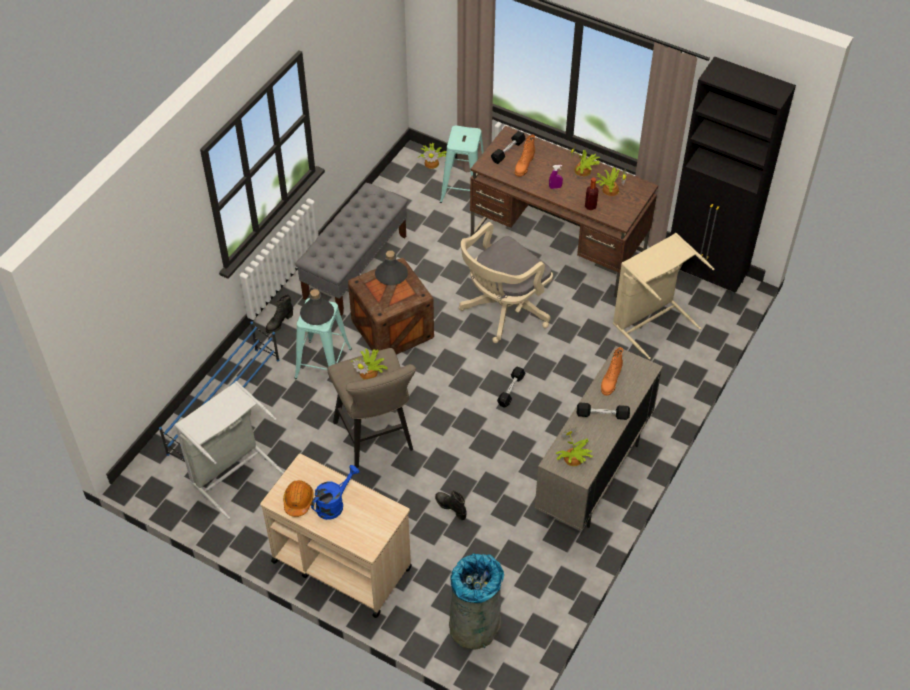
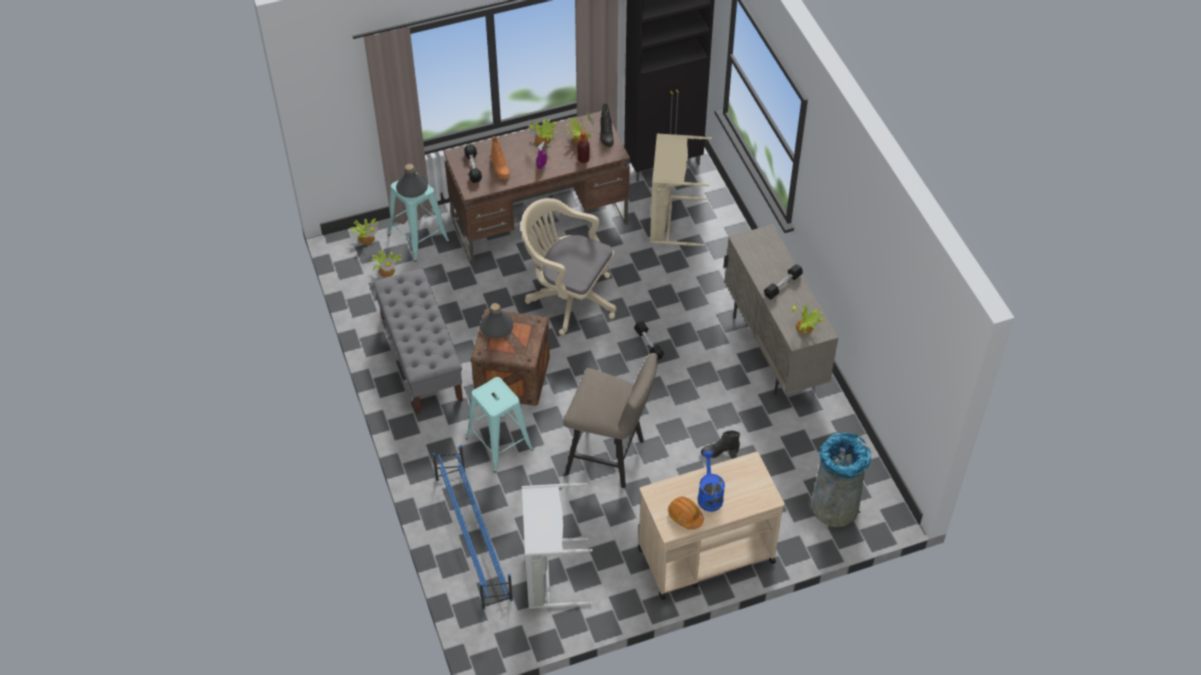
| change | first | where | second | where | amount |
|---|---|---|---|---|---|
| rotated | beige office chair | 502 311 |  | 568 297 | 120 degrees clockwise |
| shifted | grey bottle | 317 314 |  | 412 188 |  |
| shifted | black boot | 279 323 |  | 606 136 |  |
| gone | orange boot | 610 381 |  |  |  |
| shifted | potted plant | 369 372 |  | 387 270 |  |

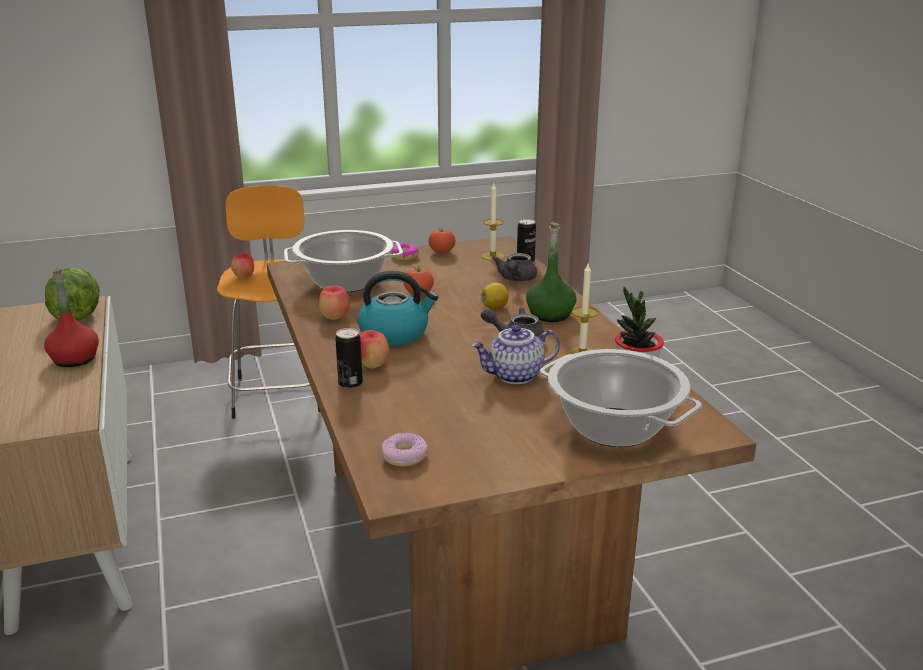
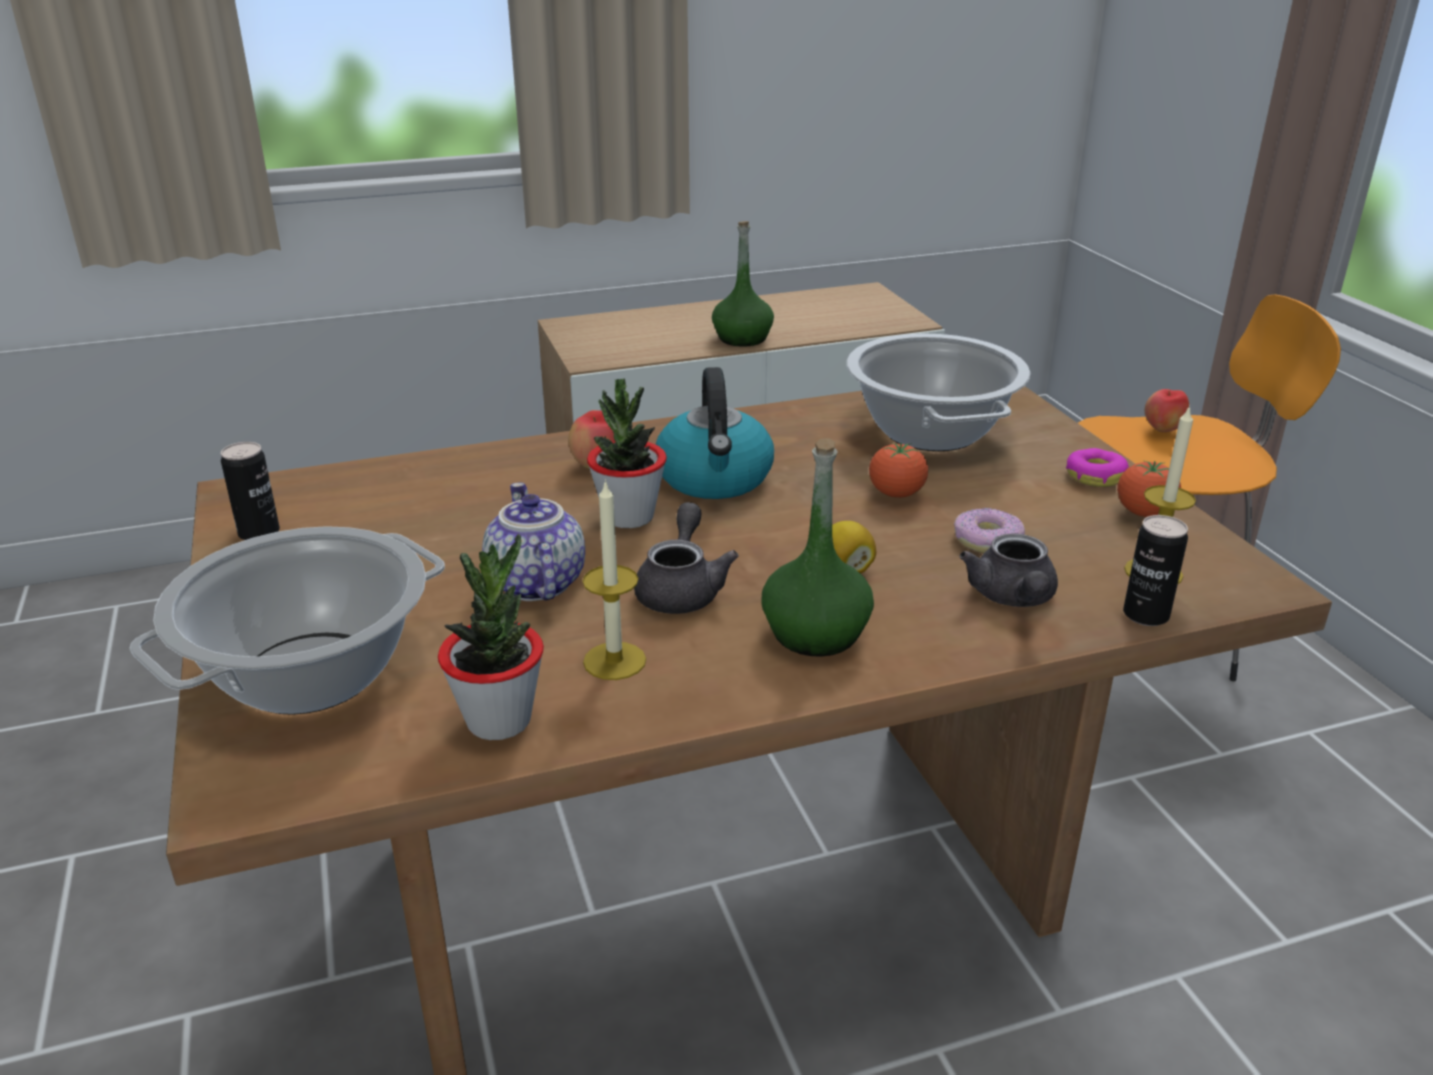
| change | first | where | second | where | amount |
|---|---|---|---|---|---|
| rotated | grey teapot | 516 279 |  | 1013 598 | 105 degrees counterclockwise |
| repainted | red bottle | 74 359 | green bottle | 742 338 |  |
| gone | lettuce | 77 316 |  |  |  |
| gone | apple | 335 318 |  |  |  |
| shifted | can | 350 383 |  | 259 533 |  |
| shifted | donut | 405 456 |  | 987 541 |  |
| new |  |  | potted plant | 629 517 |  |

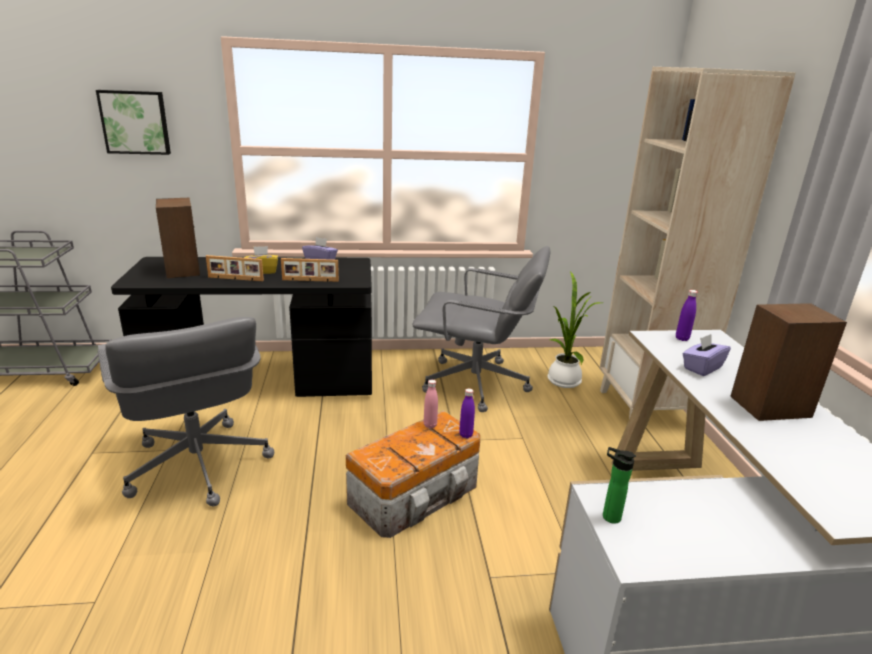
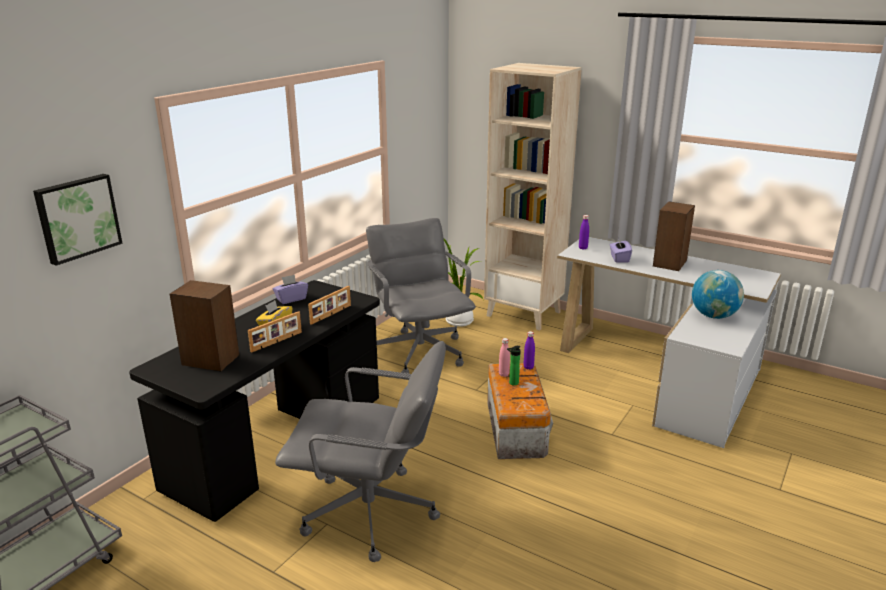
| change | first | where | second | where | amount |
|---|---|---|---|---|---|
| rotated | grey office chair | 476 384 |  | 420 352 | 75 degrees counterclockwise |
| shifted | bottle | 608 516 |  | 512 383 |  |
| new |  |  | globe | 713 316 |  |

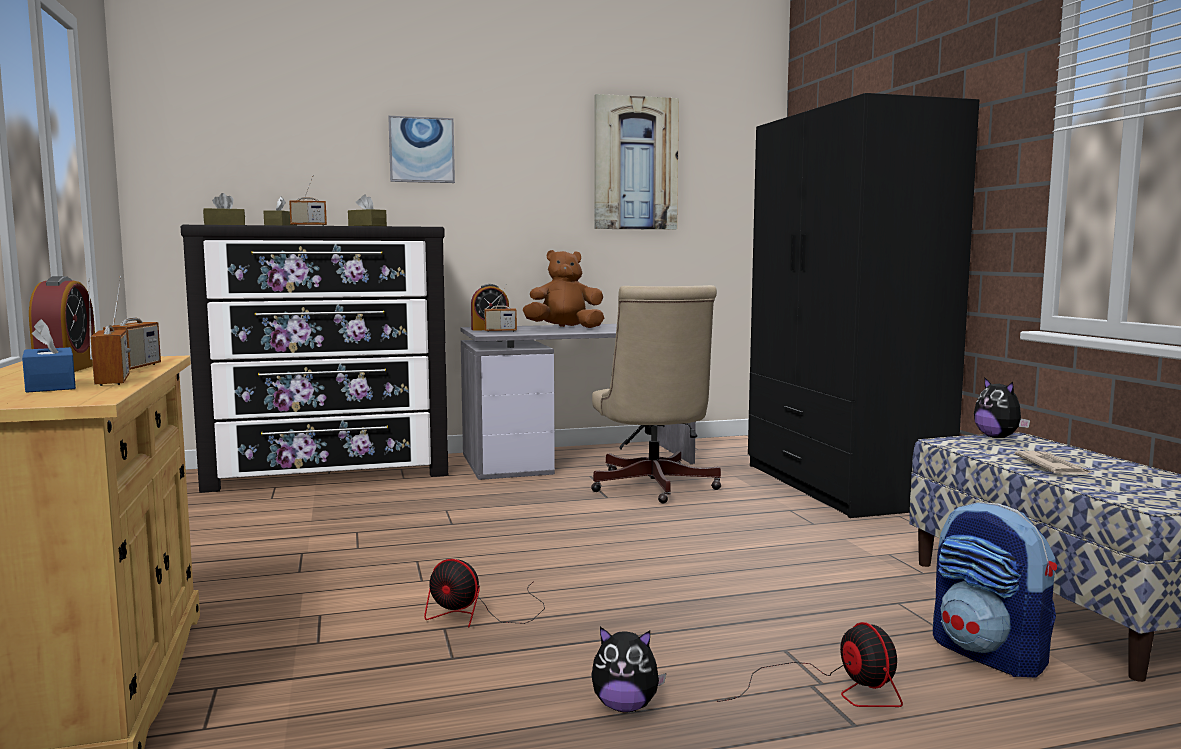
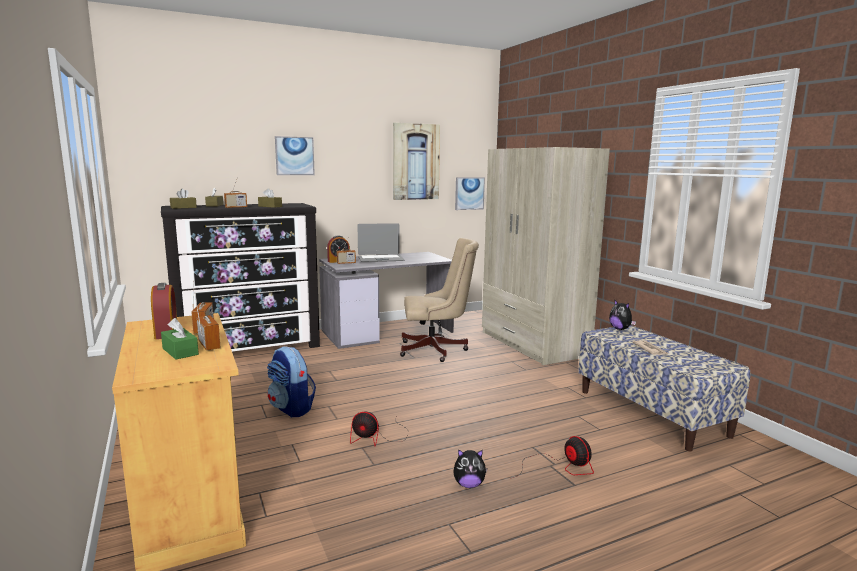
| change | first | where | second | where | amount |
|---|---|---|---|---|---|
| repainted | black wardrobe | 841 485 | beige wardrobe | 533 344 |  |
| swapped | brown plush toy | 565 328 | laptop | 380 259 |  |
| rotated | beige office chair | 653 488 |  | 437 350 | 75 degrees counterclockwise |
| repainted | blue tissue box | 50 385 | green tissue box | 180 351 |  |
| shifted | backpack | 990 655 |  | 291 408 |  |
| new |  |  | picture | 469 193 |  |

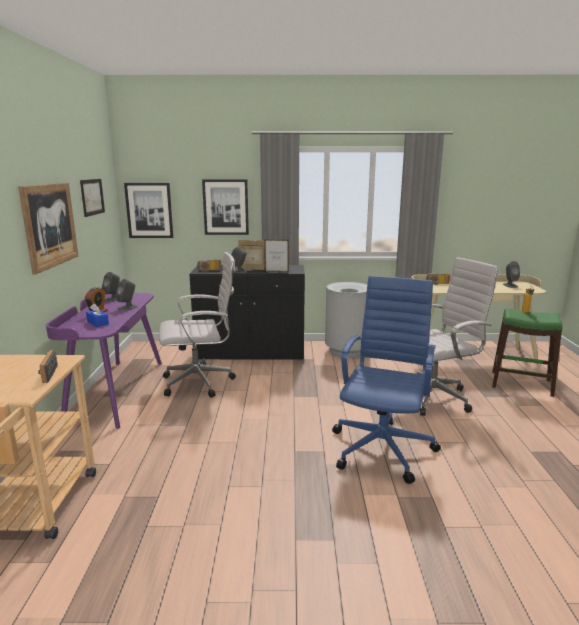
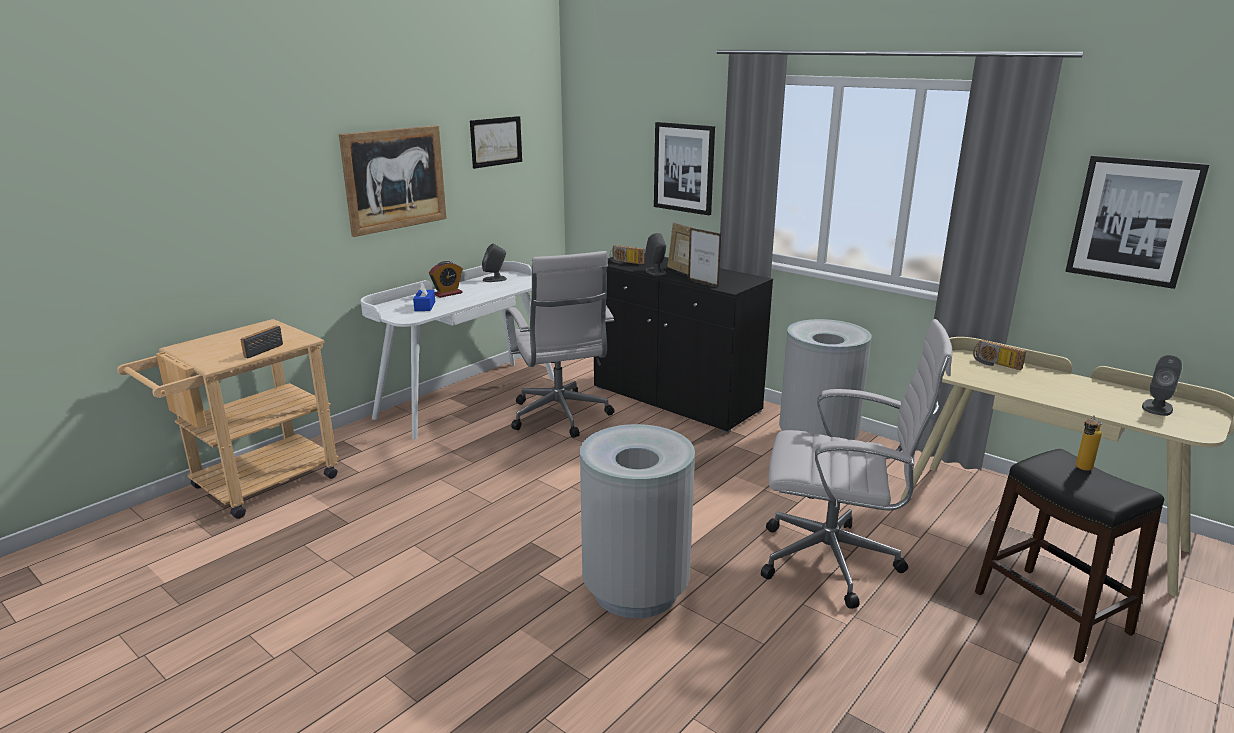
| change | first | where | second | where | amount |
|---|---|---|---|---|---|
| shifted | picture | 149 210 |  | 1133 220 |  |
| rotated | white office chair | 201 382 |  | 560 418 | 45 degrees clockwise |
| swapped | blue office chair | 383 447 | grey trash can | 636 590 |  |
| gone | grey speaker | 127 307 |  |  |  |
| repainted | purple desk | 116 391 | white desk | 467 397 |  |
| repainted | green stool | 521 384 | black stool | 1051 613 |  |

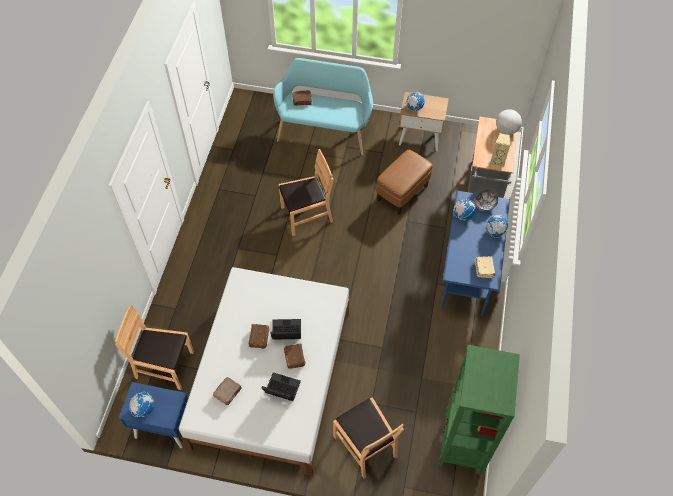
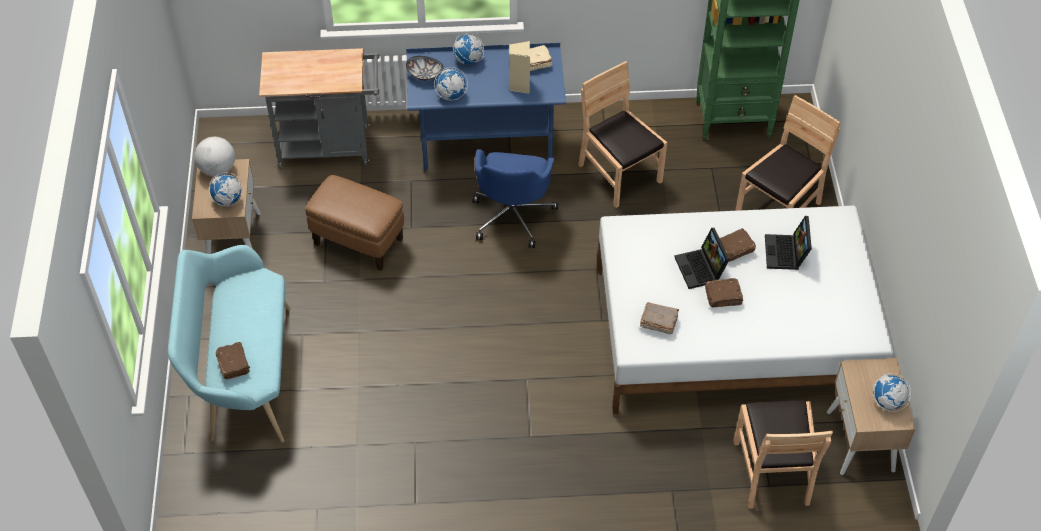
| change | first | where | second | where | amount |
|---|---|---|---|---|---|
| shifted | globe | 506 130 |  | 218 169 |  |
| shifted | beige speaker | 497 161 |  | 519 85 |  |
| shifted | brown chair | 306 215 |  | 619 174 |  |
| shifted | brown book | 228 392 |  | 658 322 |  |
| repainted | blue nightstand | 163 426 | beige nightstand | 861 441 |  |
| new |  |  | blue office chair | 513 215 |  |

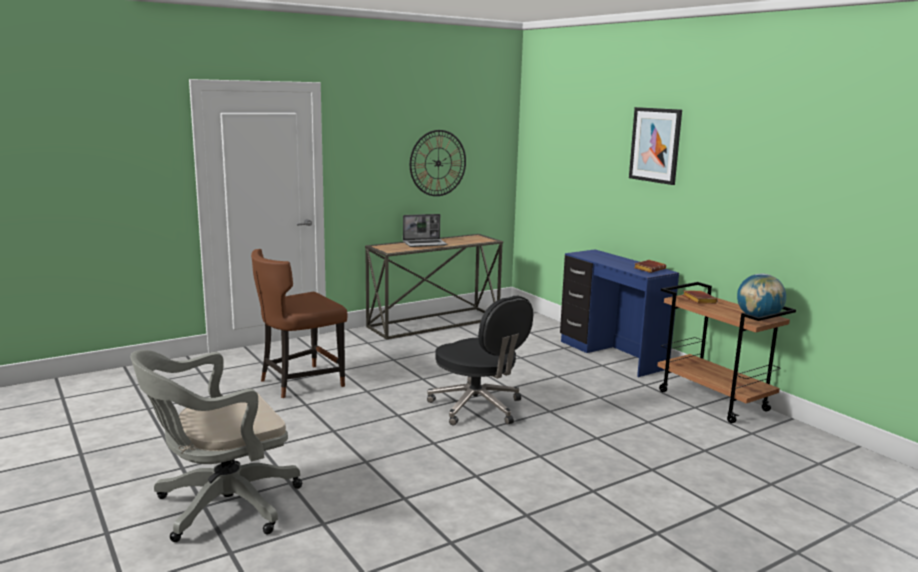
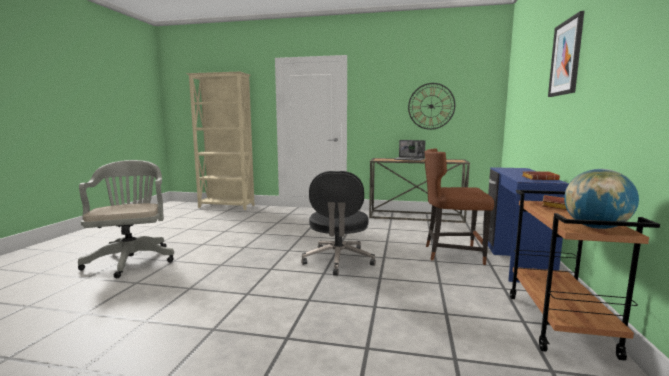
| change | first | where | second | where | amount |
|---|---|---|---|---|---|
| shifted | brown chair | 299 382 |  | 452 254 |  |
| rotated | grey office chair | 220 506 |  | 132 259 | 60 degrees clockwise |
| new |  |  | beige bookcase | 226 206 |  |

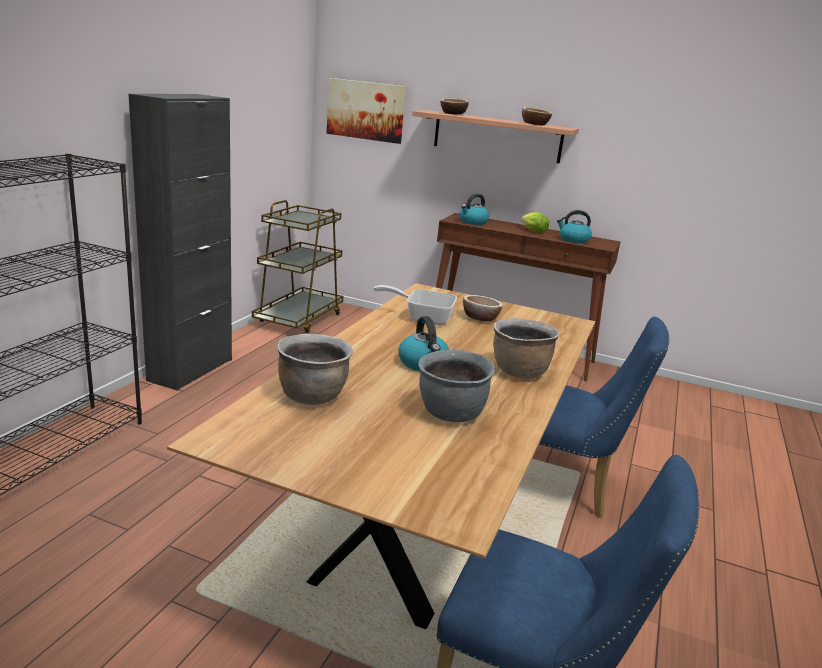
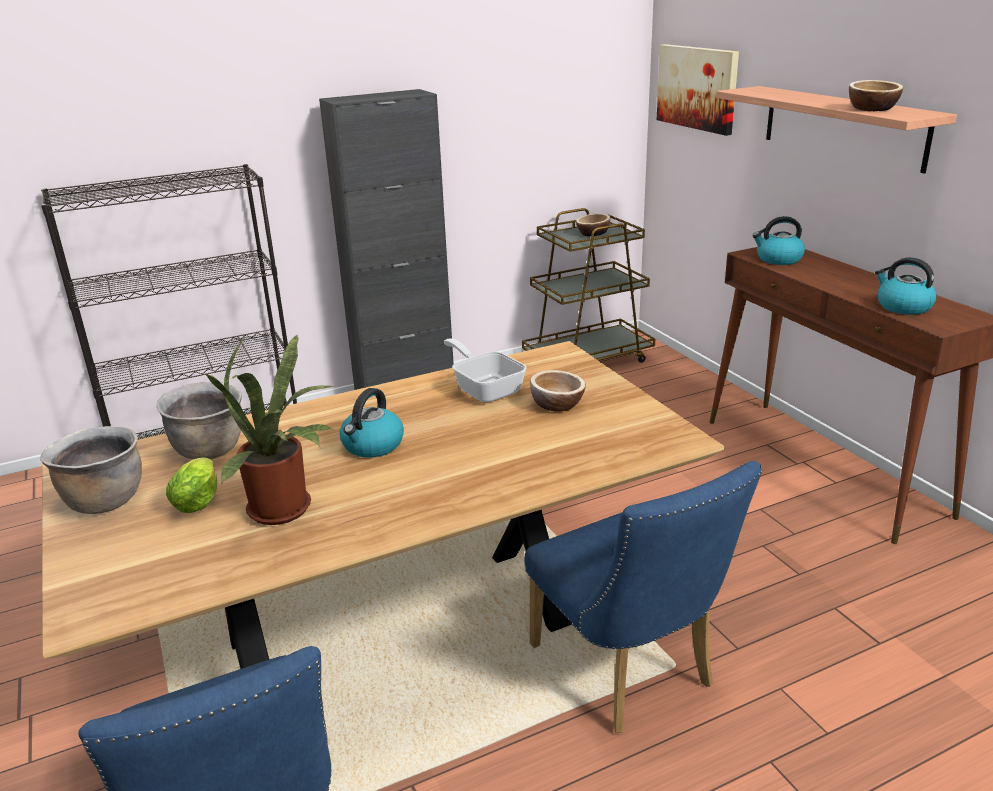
| change | first | where | second | where | amount |
|---|---|---|---|---|---|
| shifted | bowl | 453 114 |  | 593 234 |  |
| shifted | lettuce | 532 231 |  | 199 500 |  |
| shifted | brown cooking pot | 519 372 |  | 105 501 |  |
| swapped | grey cooking pot | 450 414 | potted plant | 286 510 |  |

